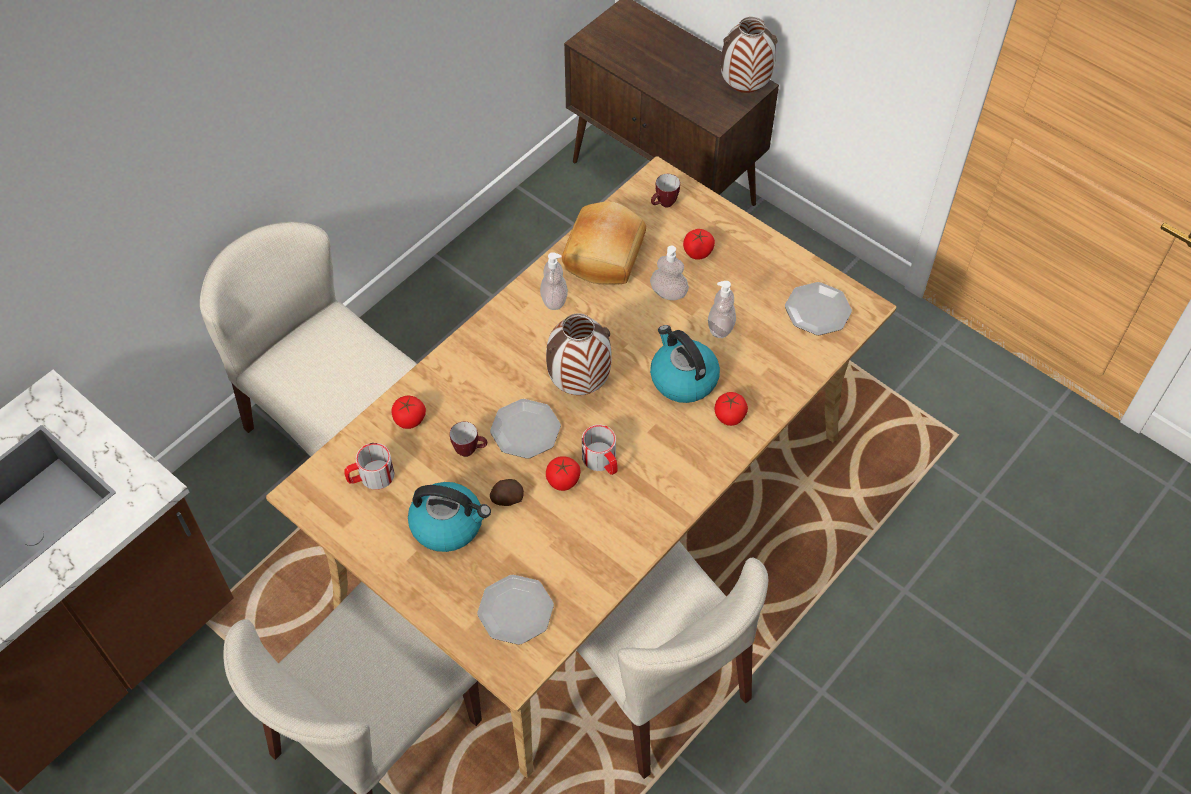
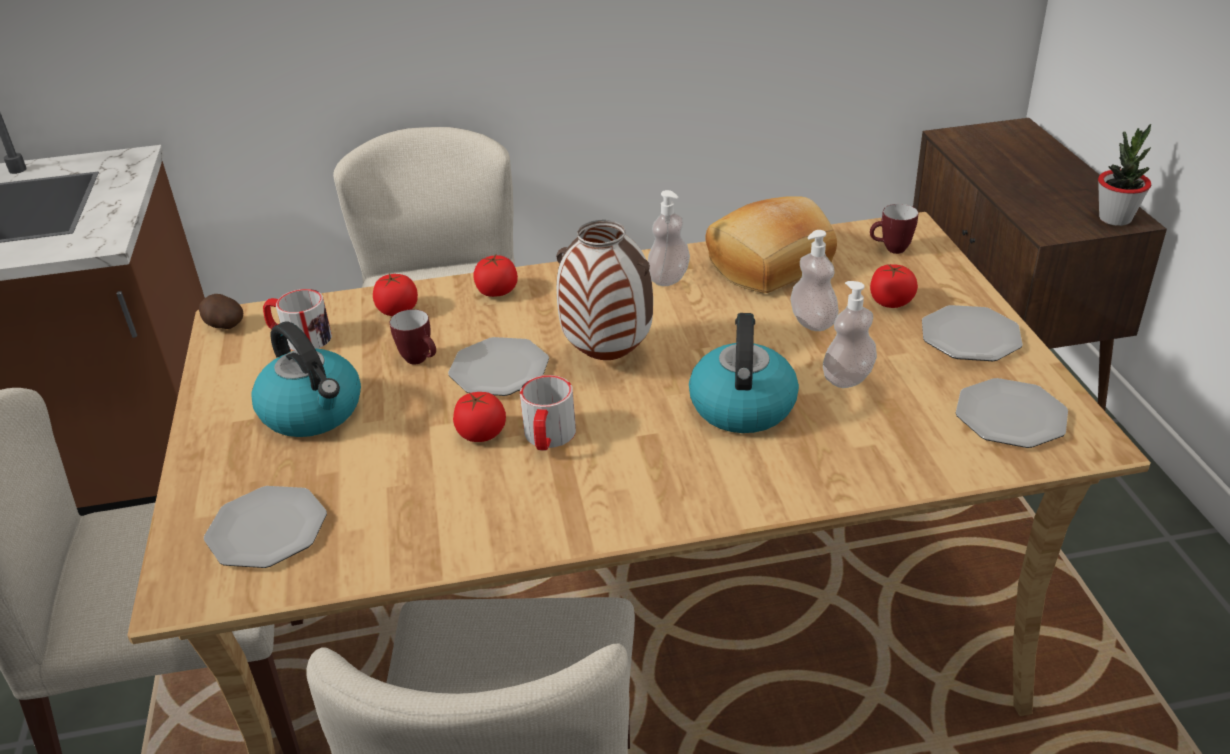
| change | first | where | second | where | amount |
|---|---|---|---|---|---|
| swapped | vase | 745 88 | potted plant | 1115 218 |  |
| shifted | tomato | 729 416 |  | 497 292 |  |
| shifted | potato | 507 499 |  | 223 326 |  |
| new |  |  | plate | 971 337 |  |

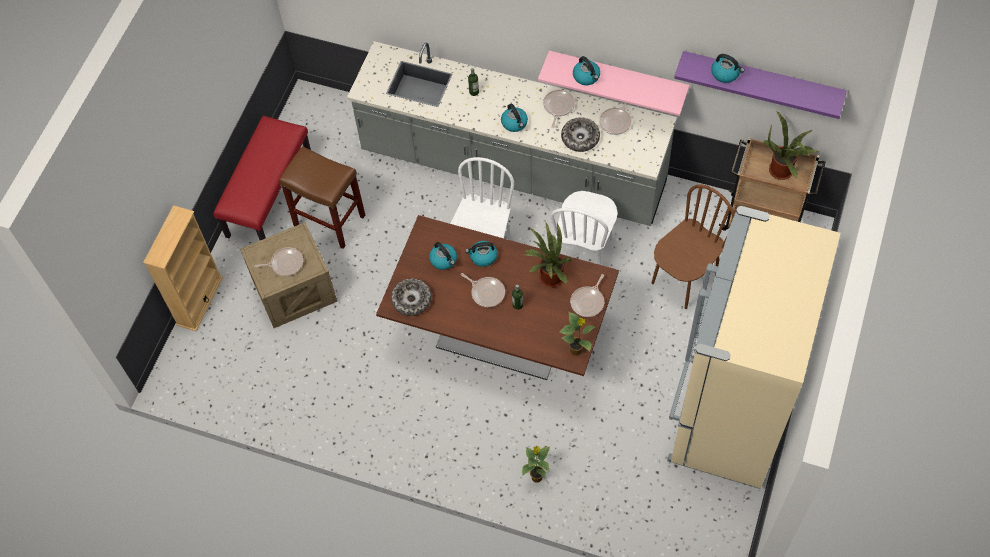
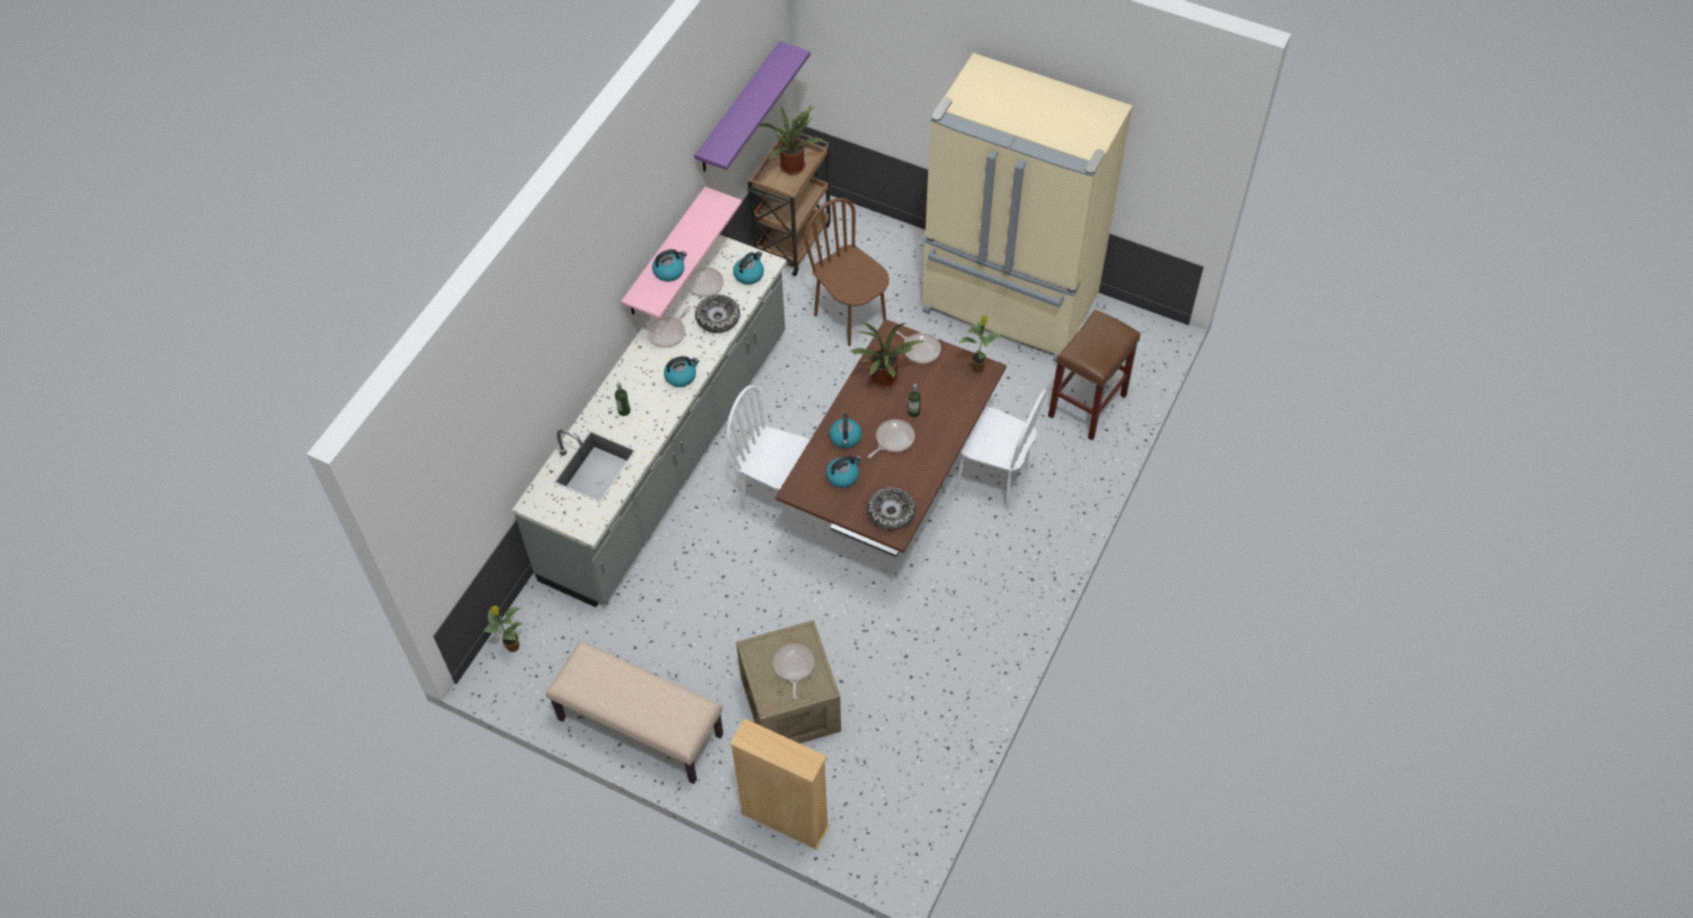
| change | first | where | second | where | amount |
|---|---|---|---|---|---|
| shifted | kettle | 725 73 |  | 749 274 |  |
| rotated | frying pan | 558 106 |  | 668 333 | 75 degrees counterclockwise |
| repainted | red bench | 269 195 | beige bench | 639 727 |  |
| shifted | brown stool | 328 221 |  | 1087 406 |  |
| shifted | white chair | 584 253 |  | 991 479 |  |
| shifted | potted plant | 536 476 |  | 512 646 |  |

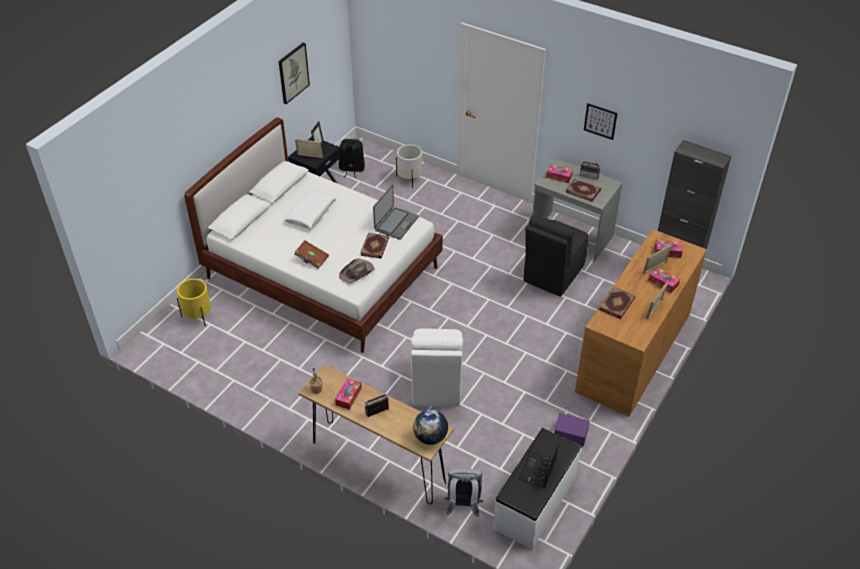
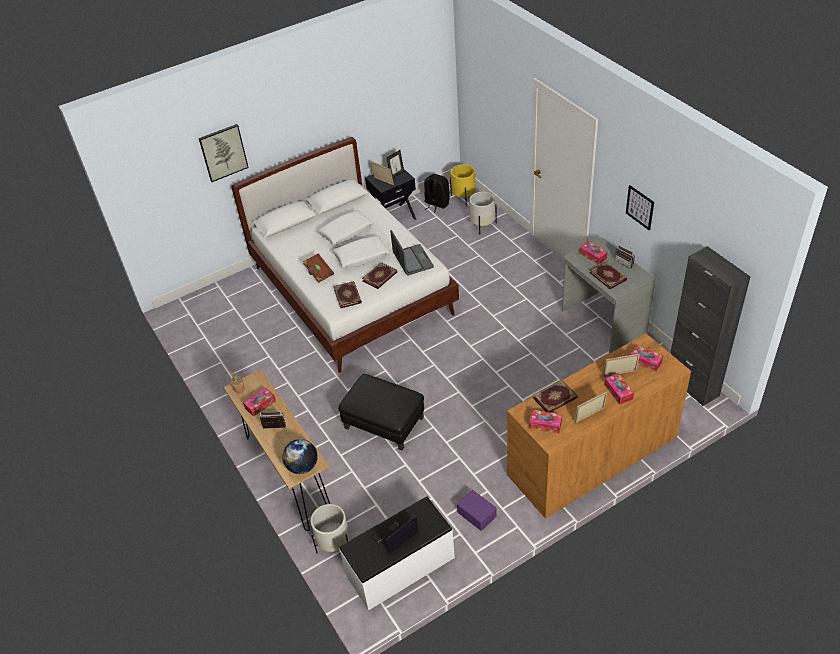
| change | first | where | second | where | amount |
|---|---|---|---|---|---|
| shifted | picture | 293 73 |  | 223 152 |  |
| rotated | laptop | 396 223 |  | 412 260 | 75 degrees counterclockwise |
| gone | black chair | 552 274 |  |  |  |
| swapped | brown hat | 357 272 | book | 348 295 |  |
| shifted | yellow planter | 198 316 |  | 463 197 |  |
| swapped | white chair | 436 384 | black ottoman | 383 423 |  |
| swapped | grey backpack | 463 506 | white planter | 334 544 |  |
| new |  |  | white pillow | 361 257 |  |
| new |  |  | tissue box | 545 424 |  |

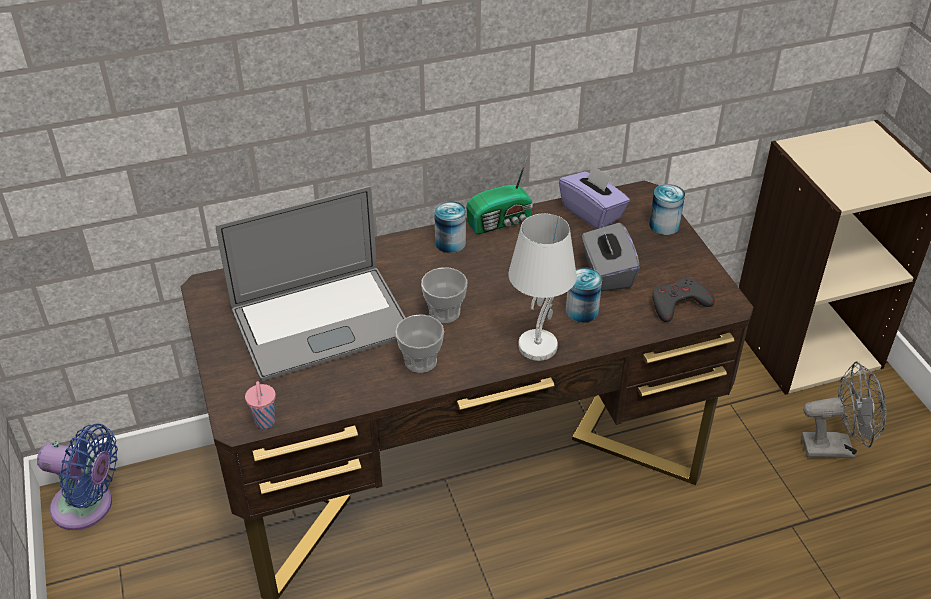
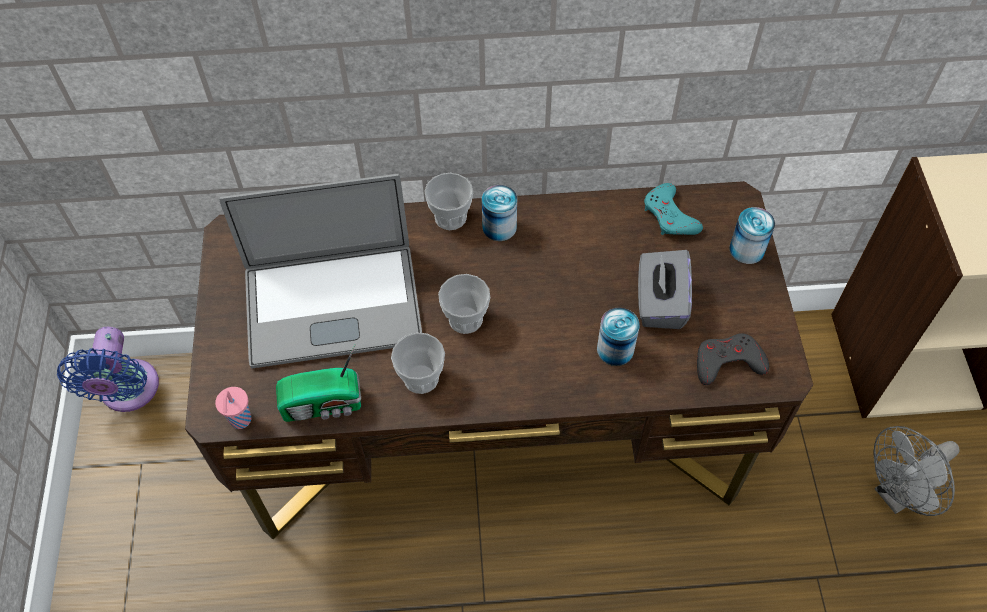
| change | first | where | second | where | amount |
|---|---|---|---|---|---|
| shifted | radio | 501 221 |  | 324 405 |  |
| swapped | purple tissue box | 592 213 | turquoise game controller | 670 216 |  |
| gone | white table lamp | 537 345 |  |  |  |
| rotated | grey fan | 835 447 |  | 897 495 | 135 degrees clockwise |
| rotated | blue fan | 88 507 |  | 128 392 | 60 degrees clockwise |
| new |  |  | cup | 450 217 |  |

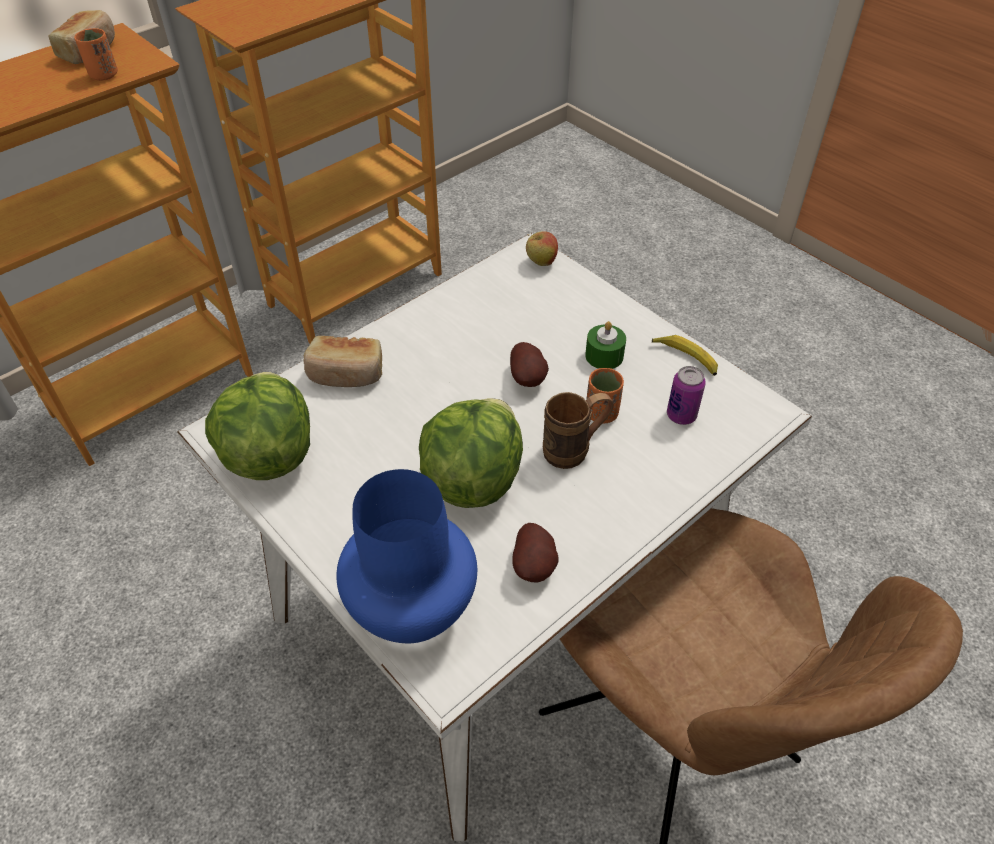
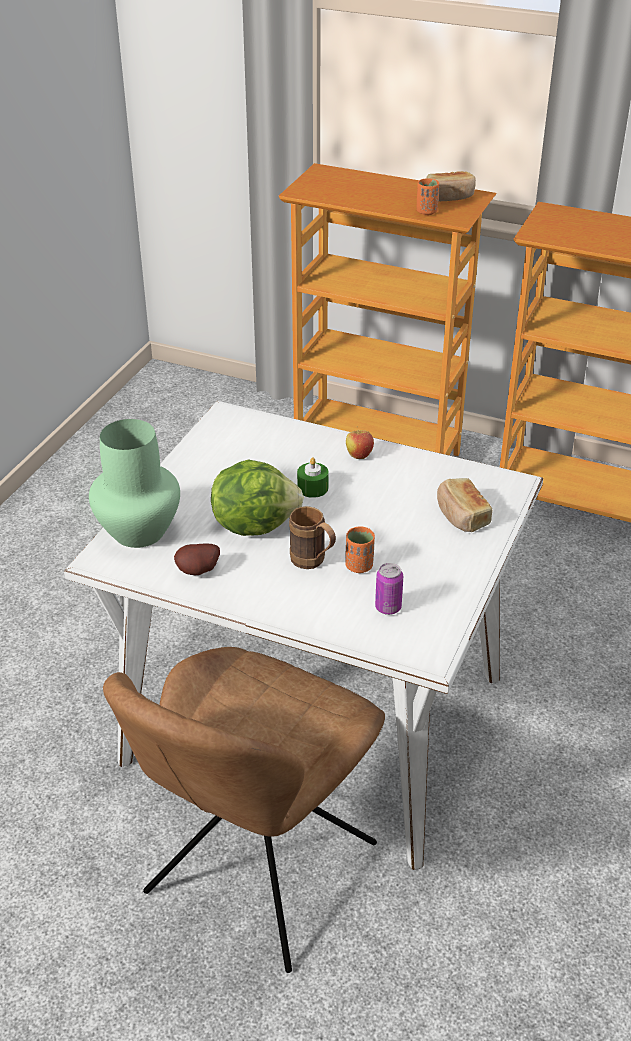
| change | first | where | second | where | amount |
|---|---|---|---|---|---|
| shifted | apple | 541 262 |  | 359 455 |  |
| shifted | green candle | 604 356 |  | 312 488 |  |
| gone | banana | 686 359 |  |  |  |
| shifted | bread | 346 374 |  | 461 516 |  |
| gone | potato | 528 378 |  |  |  |
| gone | lettuce | 269 454 |  |  |  |
| repainted | blue vase | 412 606 | green vase | 140 531 |  |

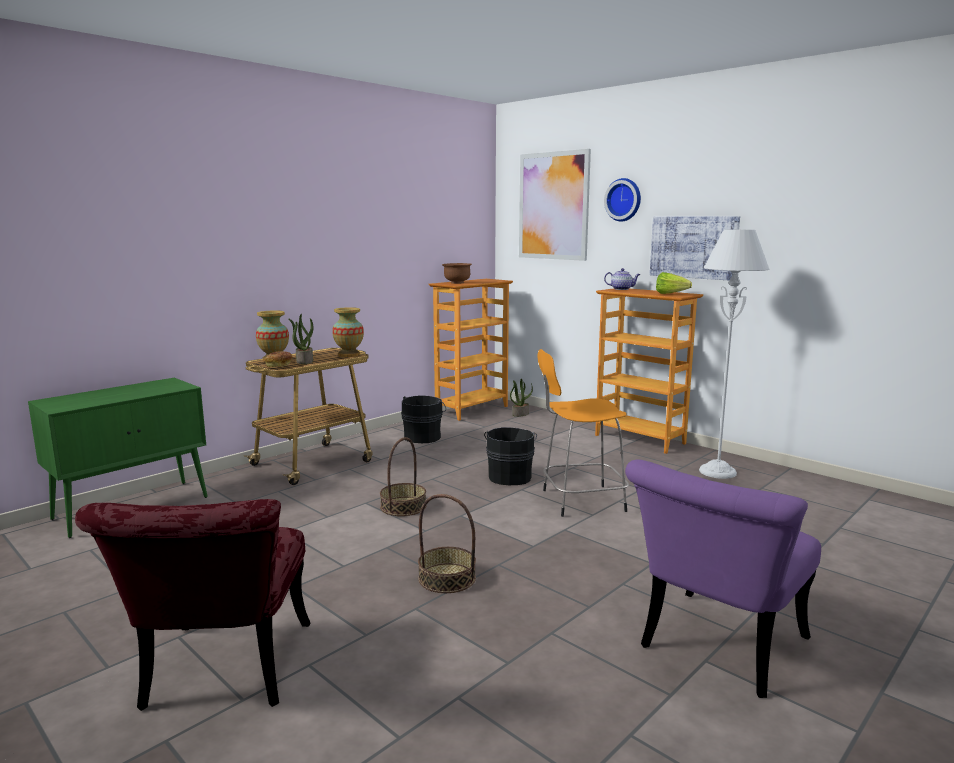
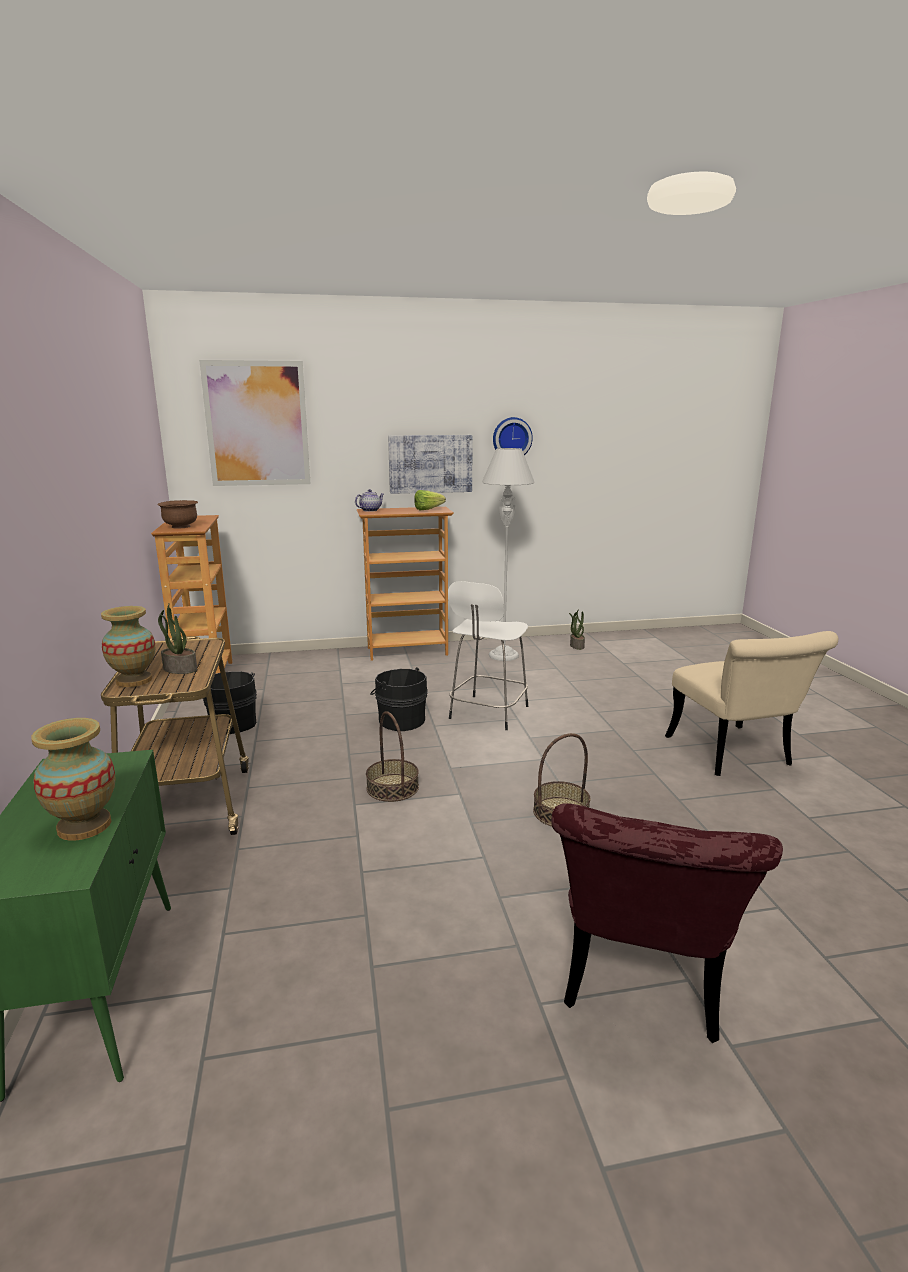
| change | first | where | second | where | amount |
|---|---|---|---|---|---|
| shifted | wall clock | 624 200 |  | 511 438 |  |
| shifted | vase | 349 355 |  | 85 826 |  |
| repainted | orange stool | 580 501 | white stool | 487 713 |  |
| gone | bread | 279 366 |  |  |  |
| shifted | potted plant | 520 414 |  | 576 646 |  |
| repainted | purple chair | 716 650 | beige chair | 735 756 |  |
| rotated | red chair | 223 676 |  | 641 985 | 75 degrees clockwise |

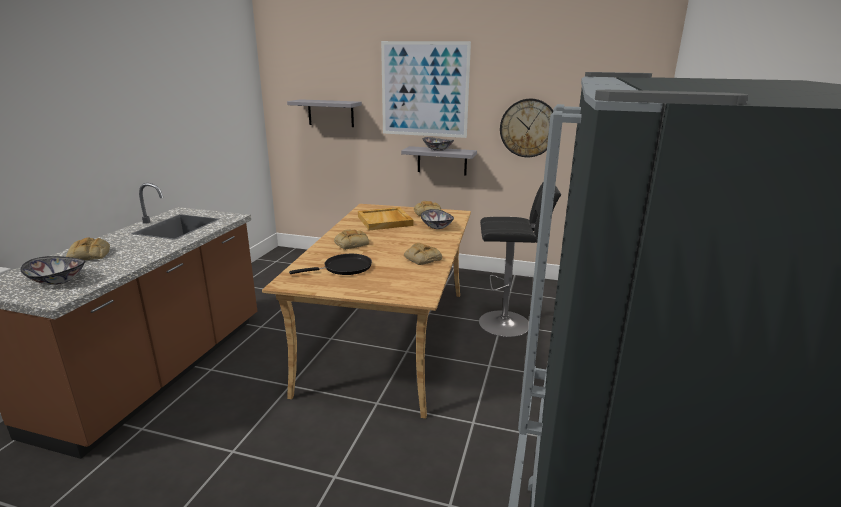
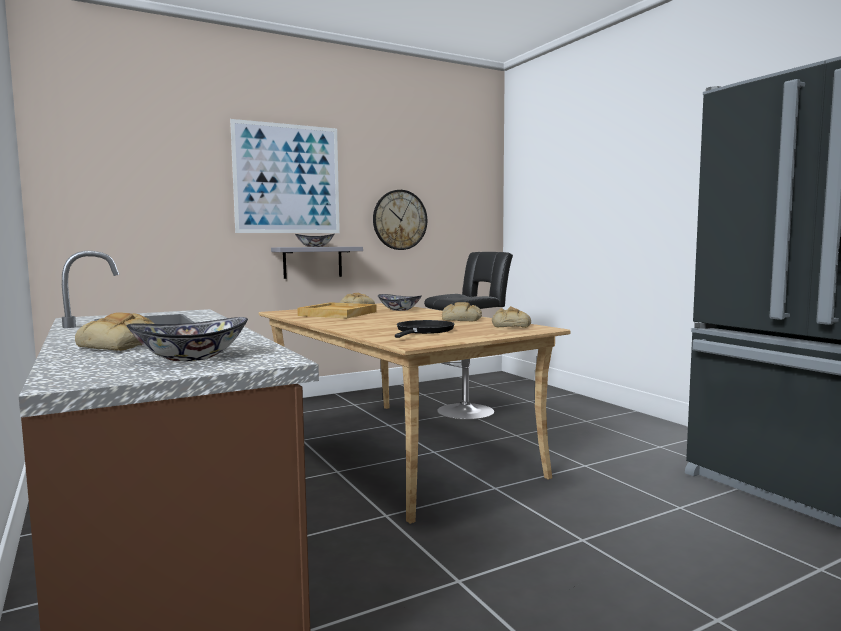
| change | first | where | second | where | amount |
|---|---|---|---|---|---|
| gone | grey shelf | 330 113 |  |  |  |
| shifted | bread | 352 243 |  | 511 325 |  |

